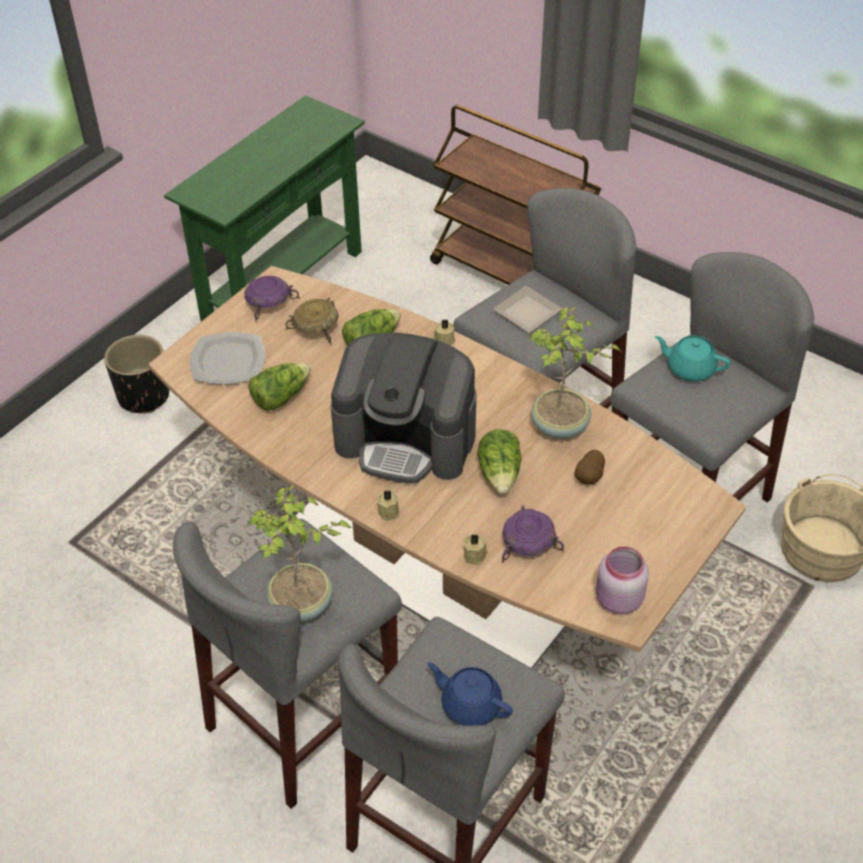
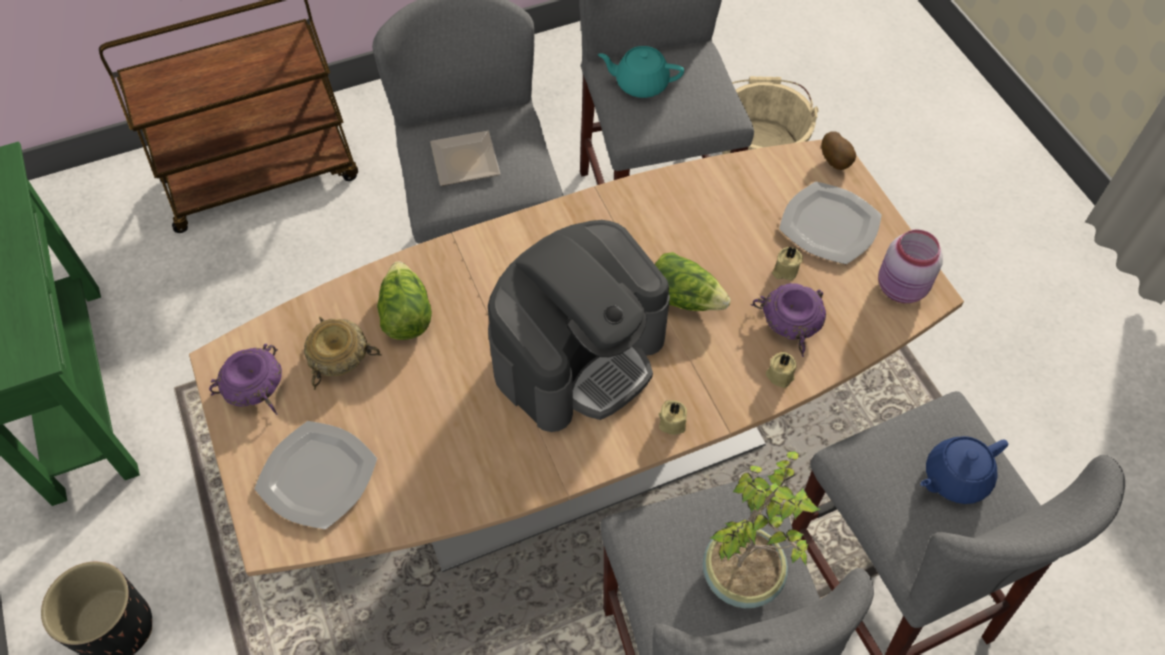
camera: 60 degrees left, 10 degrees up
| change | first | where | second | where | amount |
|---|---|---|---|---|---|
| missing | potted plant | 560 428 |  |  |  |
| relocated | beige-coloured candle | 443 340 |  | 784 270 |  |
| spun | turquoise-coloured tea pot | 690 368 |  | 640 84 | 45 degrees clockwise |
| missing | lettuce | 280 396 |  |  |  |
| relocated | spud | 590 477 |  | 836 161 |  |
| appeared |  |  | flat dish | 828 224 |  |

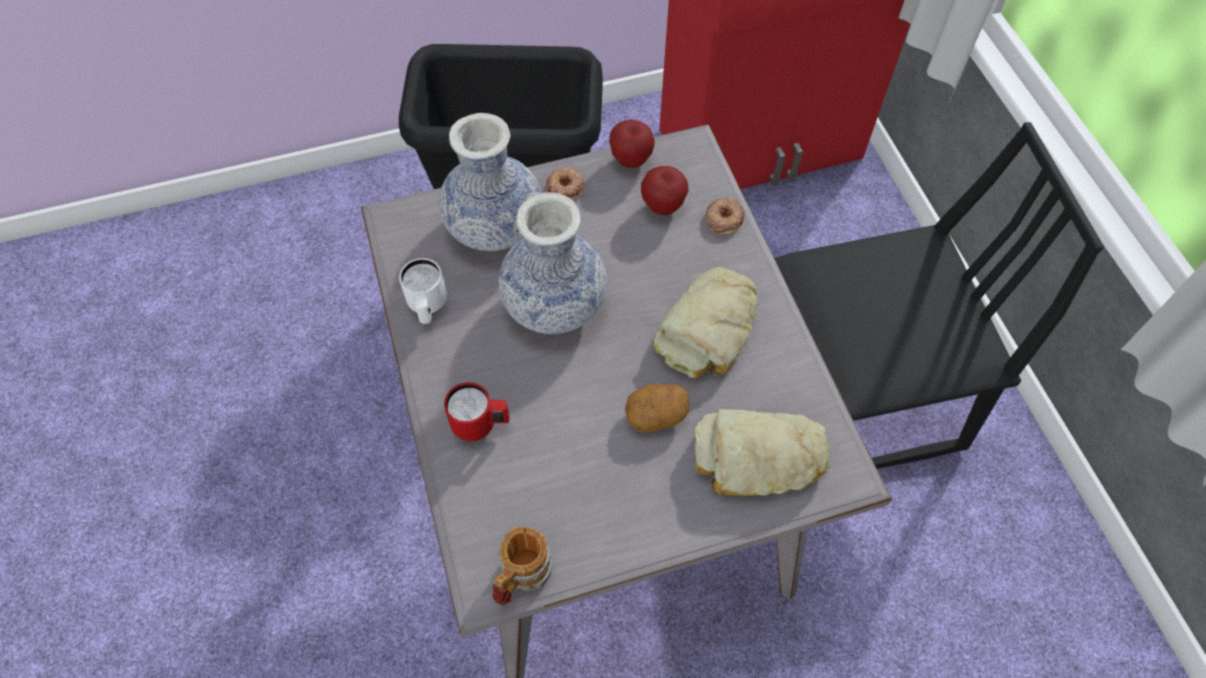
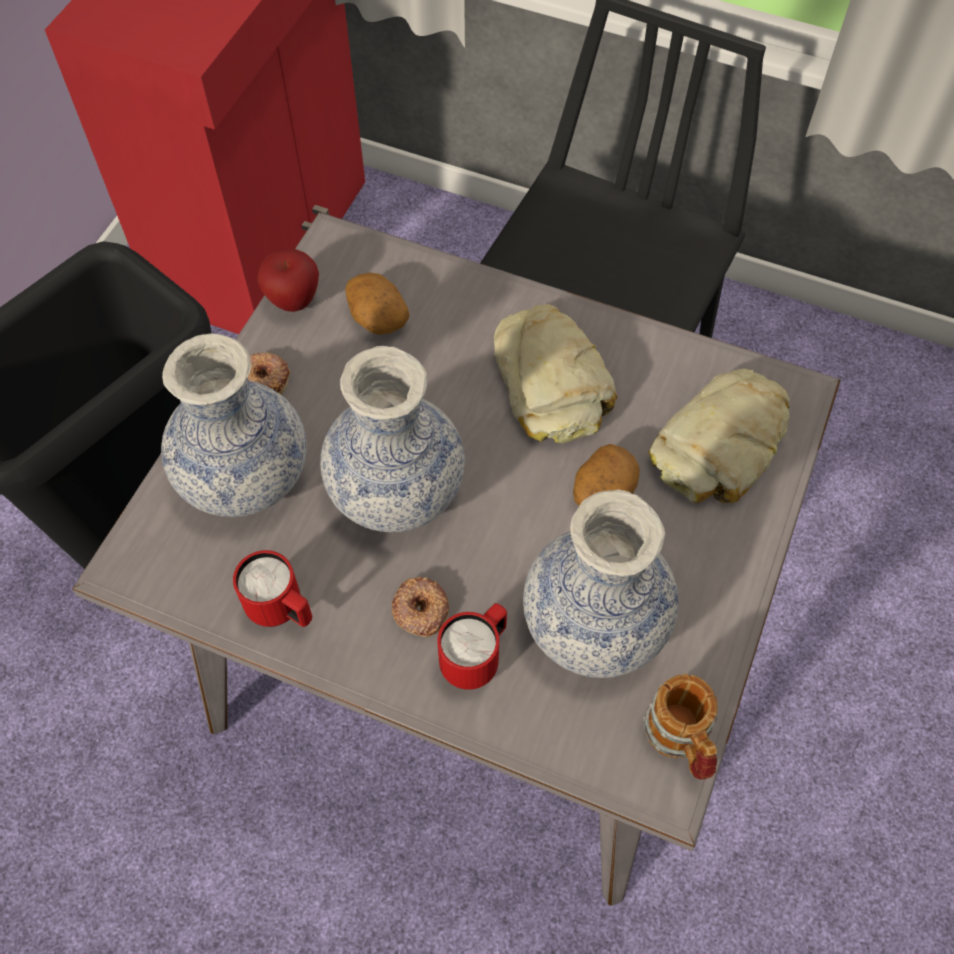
camera: 50 degrees left, 0 degrees up
| change | first | where | second | where | amount |
|---|---|---|---|---|---|
| exchanged | apple | 663 206 | spud | 377 316 |  |
| relocated | ring doughnut | 723 218 |  | 420 610 |  |
| colour | white tea mug | 428 307 | red tea mug | 281 610 |  |
| appeared |  |  | vase | 594 623 |  |

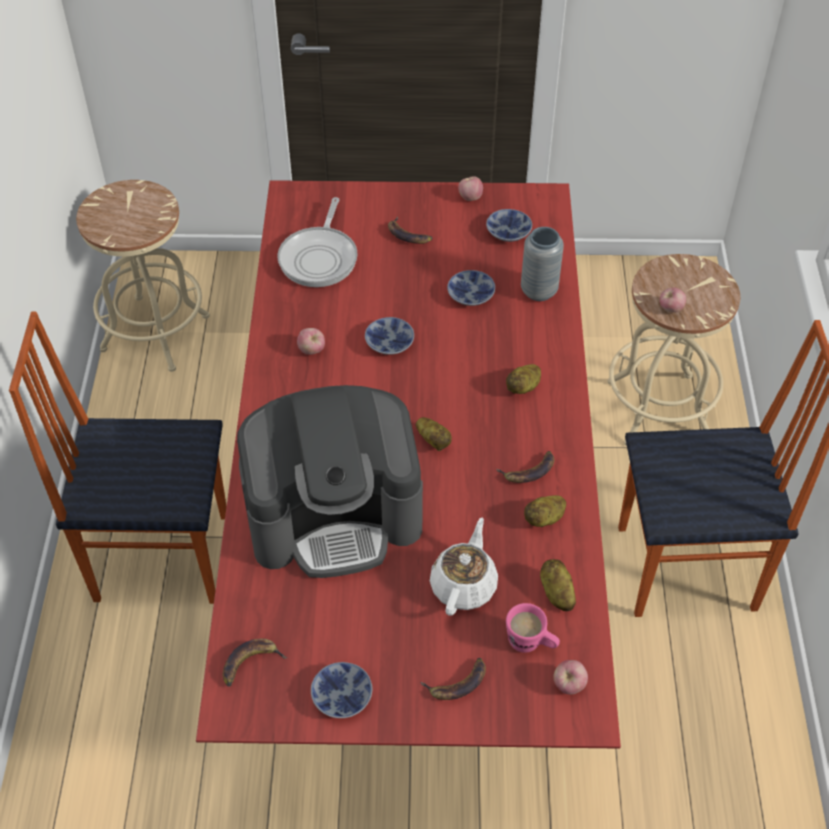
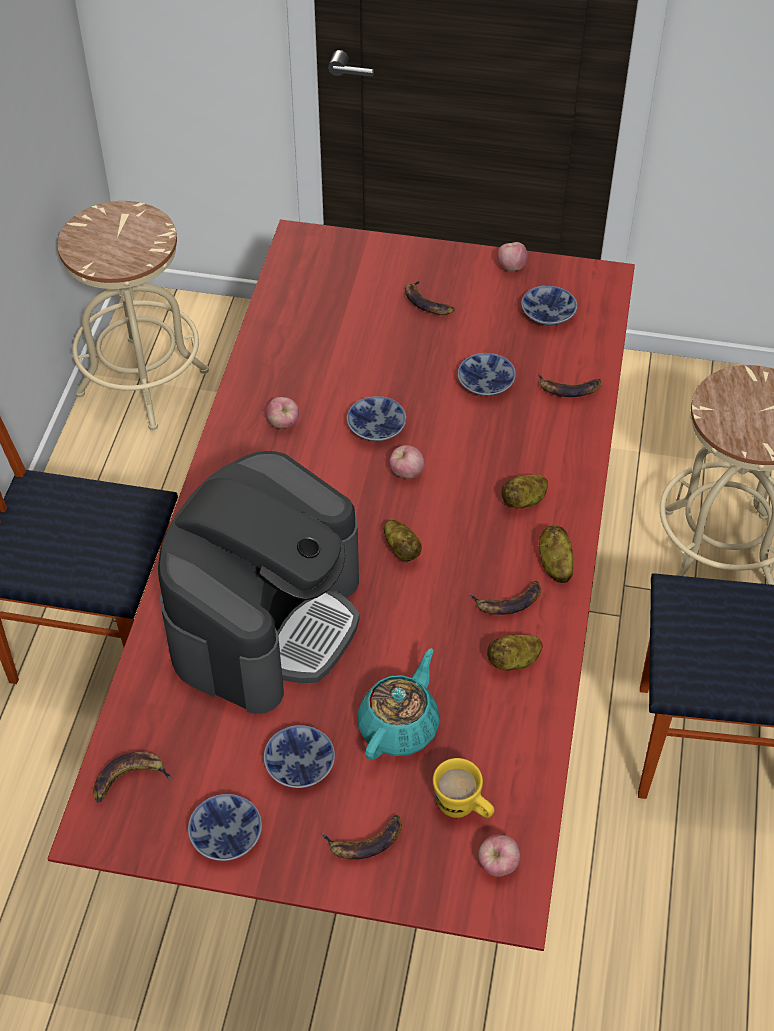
camera: 10 degrees right, 0 degrees up
| change | first | where | second | where | amount |
|---|---|---|---|---|---|
| missing | frying pan | 320 258 |  |  |  |
| exchanged | greyish vase | 539 291 | whole banana | 568 388 |  |
| relocated | apple | 670 309 |  | 406 473 |  |
| spun | coffee machine | 334 514 |  | 266 619 | 60 degrees counterclockwise |
| colour | white tea pot | 464 585 | turquoise-coloured tea pot | 399 726 |  |
| relocated | spud | 556 593 |  | 554 564 |  |
| colour | pink-coloured tea mug | 531 643 | yellow-coloured tea mug | 463 808 |  |
| appeared |  |  | serving bowl | 297 765 |  |

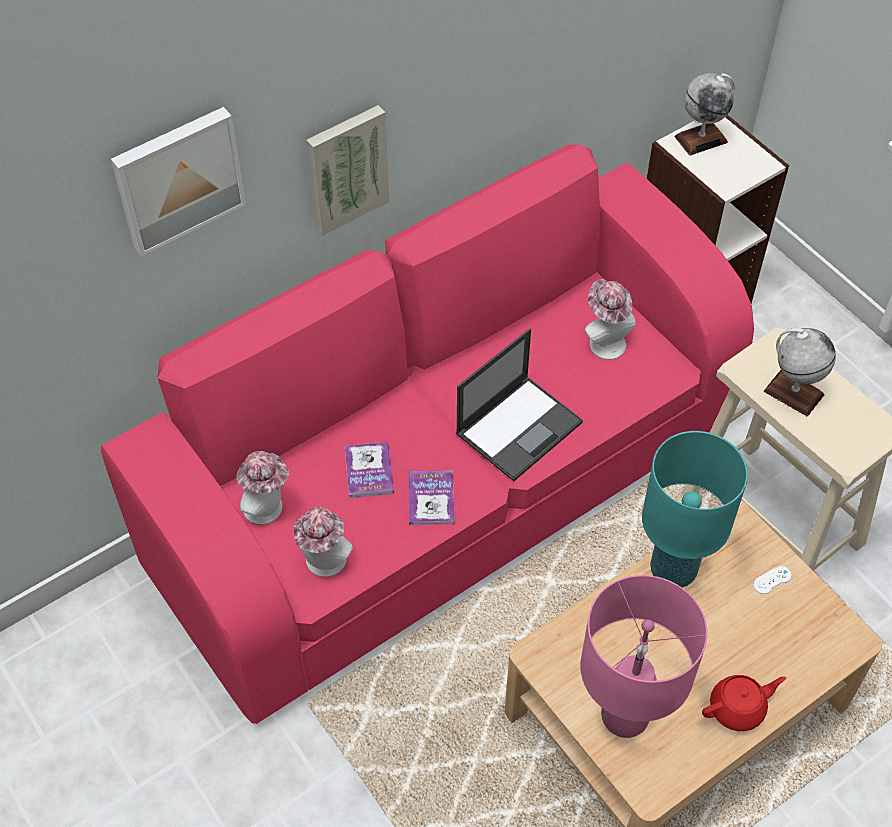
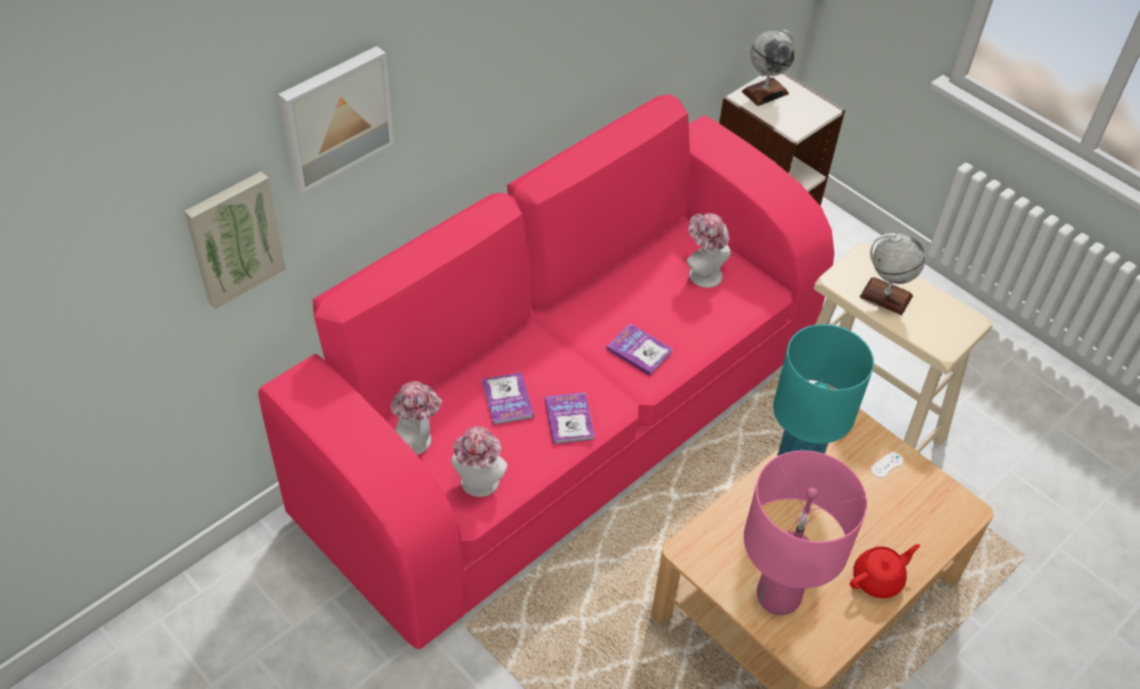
camera: 10 degrees left, 5 degrees down
| change | first | where | second | where | amount |
|---|---|---|---|---|---|
| relocated | wall art | 346 168 |  | 234 238 |  |
| exchanged | notebook computer | 519 427 | book | 639 351 |  |

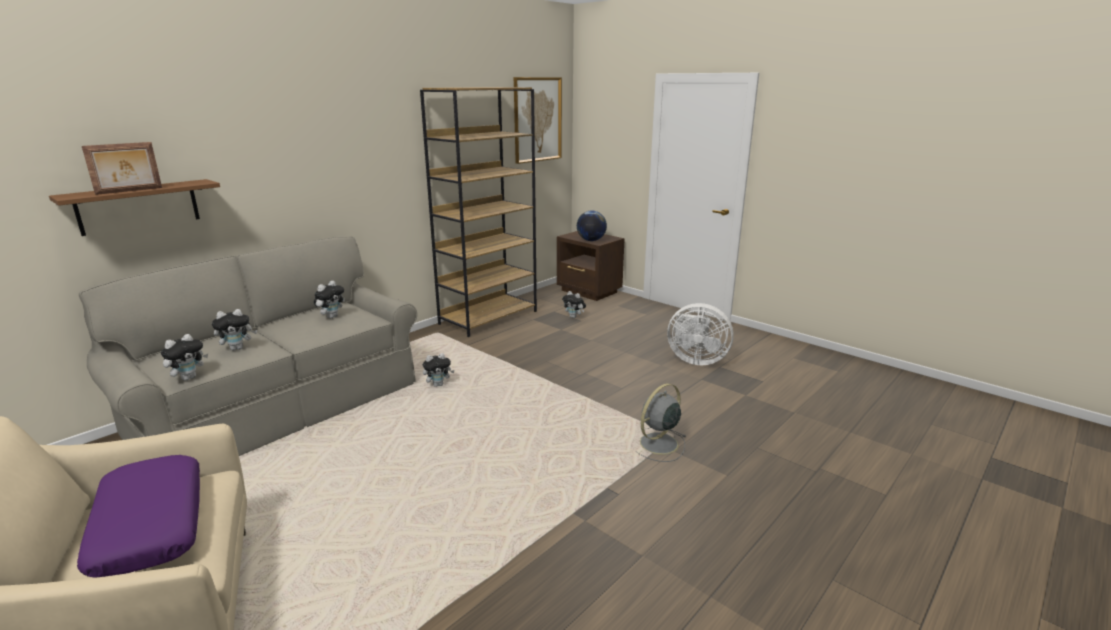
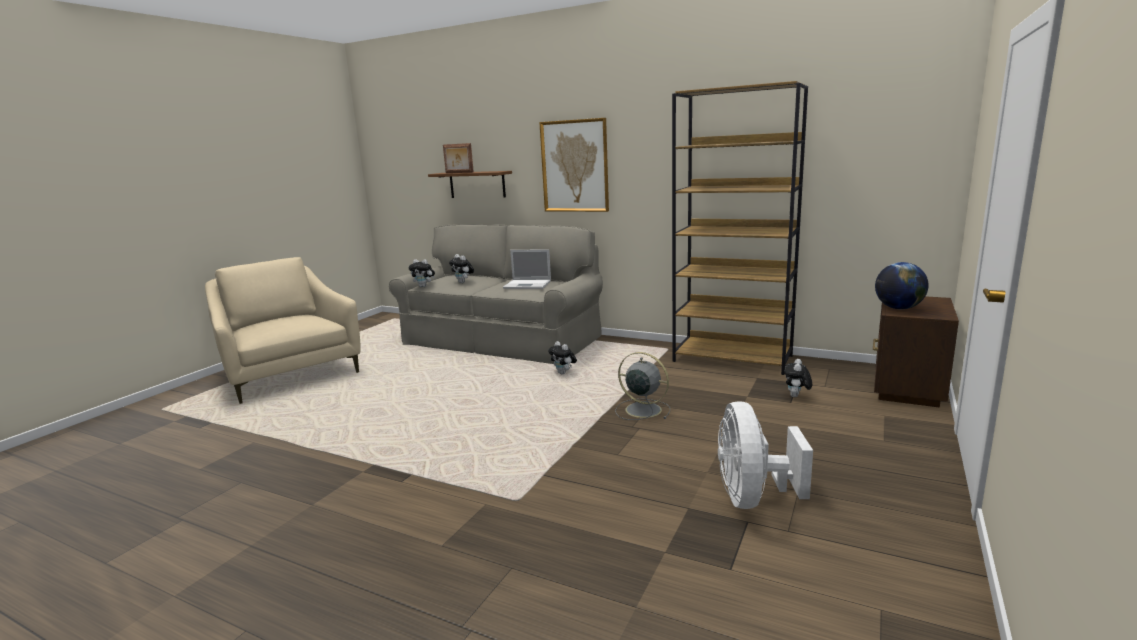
camera: 75 degrees right, 5 degrees down
| change | first | where | second | where | amount |
|---|---|---|---|---|---|
| relocated | wall art | 537 119 |  | 575 166 |  |
| exchanged | cuddly toy | 331 316 | notebook computer | 528 284 |  |
| relocated | greyish fan | 657 444 |  | 641 409 |  |
| missing | purple throw pillow | 149 525 |  |  |  |

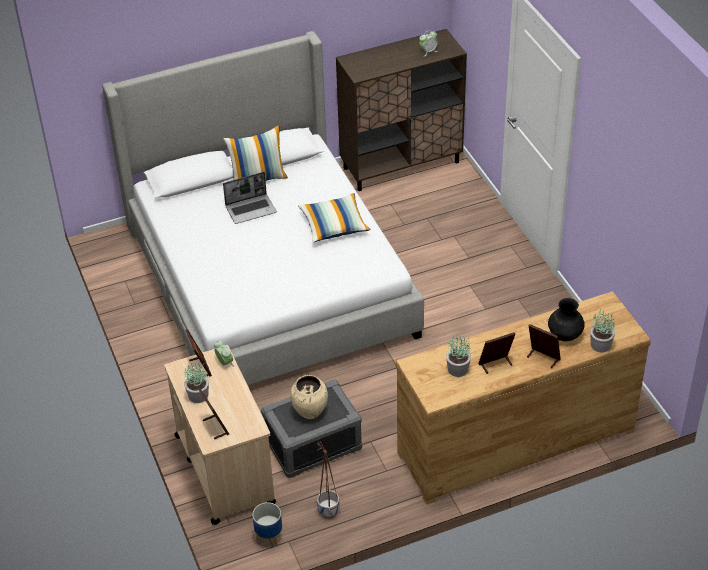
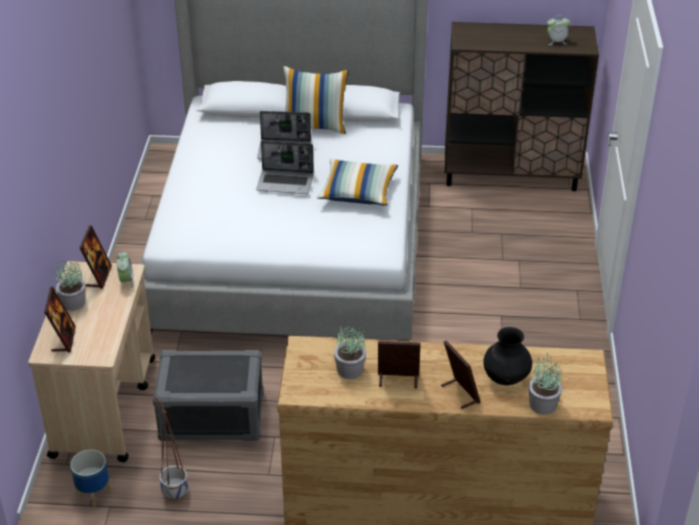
camera: 25 degrees right, 5 degrees down
| change | first | where | second | where | amount |
|---|---|---|---|---|---|
| missing | beige-coloured vase | 310 412 |  |  |  |
| appeared |  |  | notebook computer | 286 183 |  |

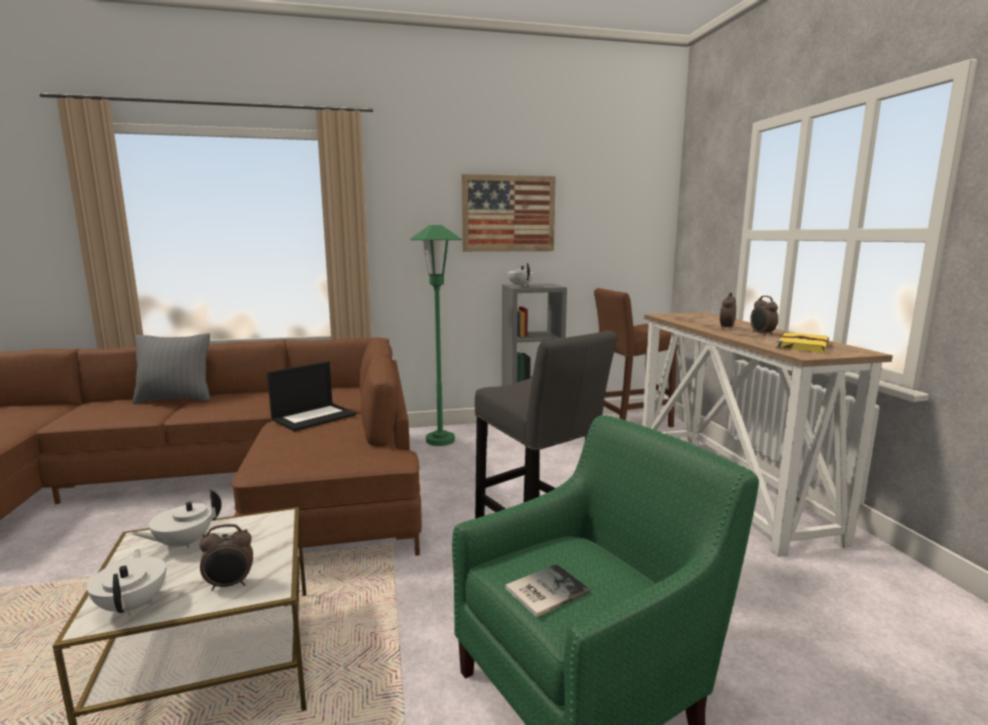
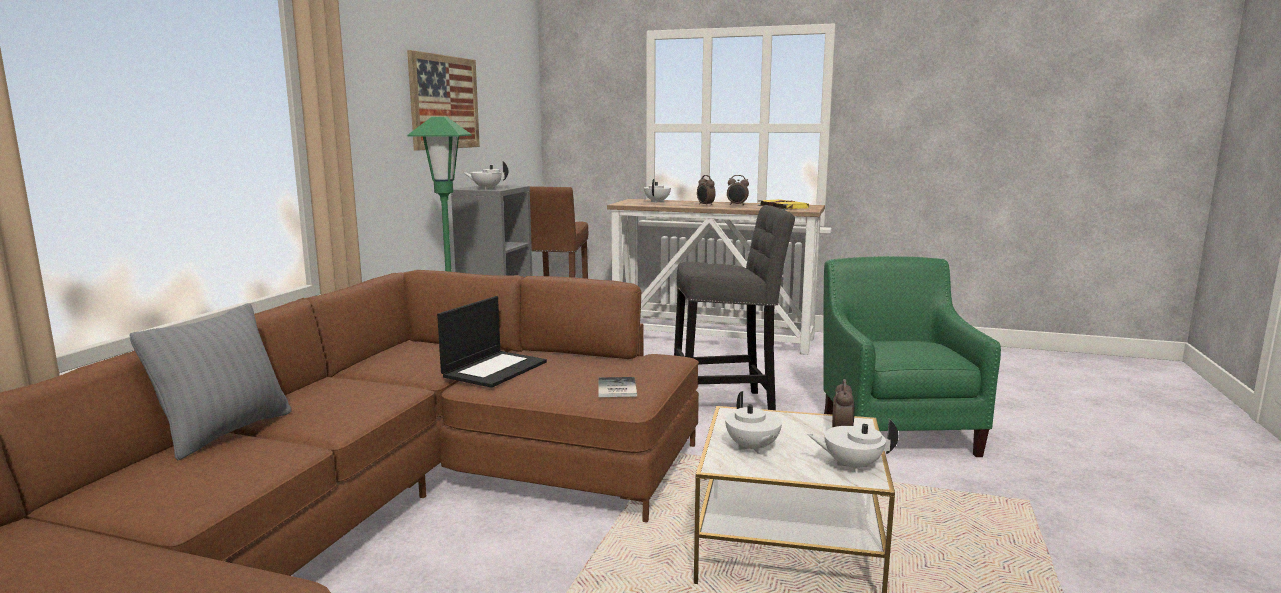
camera: 60 degrees left, 0 degrees up
| change | first | where | second | where | amount |
|---|---|---|---|---|---|
| spun | notebook computer | 314 417 |  | 495 369 | 45 degrees clockwise |
| relocated | book | 544 590 |  | 615 389 |  |
| appeared |  |  | white tea pot | 657 202 |  |

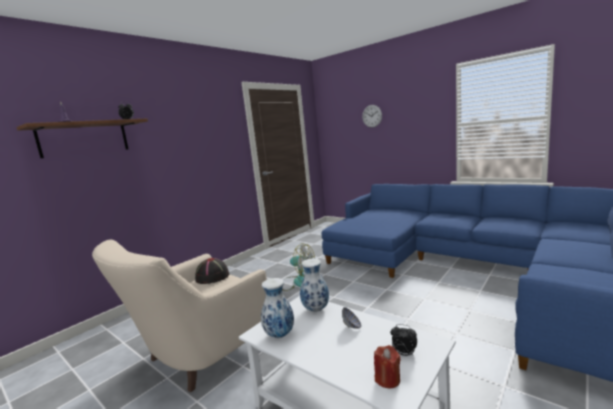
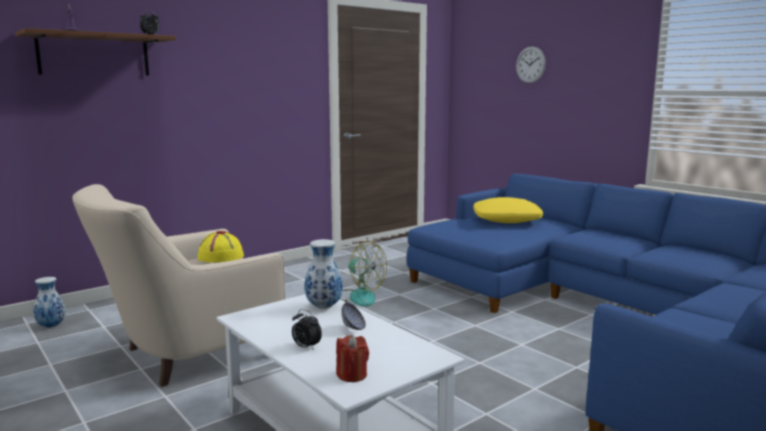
camera: 10 degrees right, 0 degrees up
| change | first | where | second | where | amount |
|---|---|---|---|---|---|
| colour | black-coloured clothing hat | 212 277 | yellow-coloured clothing hat | 220 257 |  |
| relocated | vase | 279 335 |  | 51 326 |  |
| relocated | alarm clock | 404 354 |  | 306 347 |  |
| appeared |  |  | yellow-coloured throw pillow | 506 219 |  |

